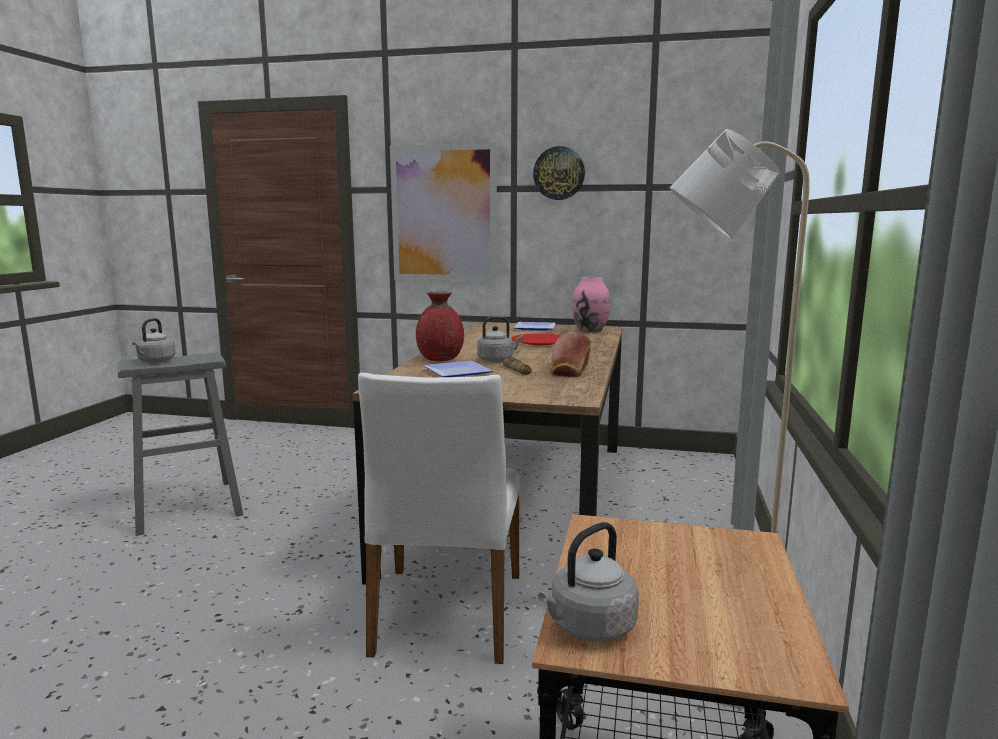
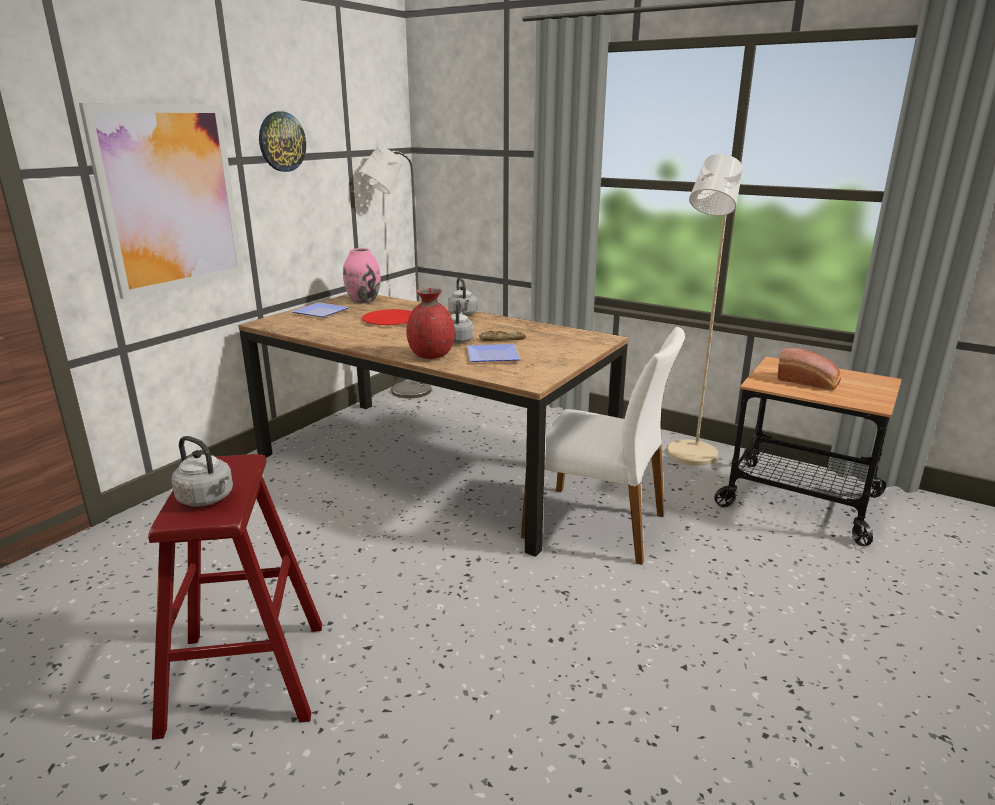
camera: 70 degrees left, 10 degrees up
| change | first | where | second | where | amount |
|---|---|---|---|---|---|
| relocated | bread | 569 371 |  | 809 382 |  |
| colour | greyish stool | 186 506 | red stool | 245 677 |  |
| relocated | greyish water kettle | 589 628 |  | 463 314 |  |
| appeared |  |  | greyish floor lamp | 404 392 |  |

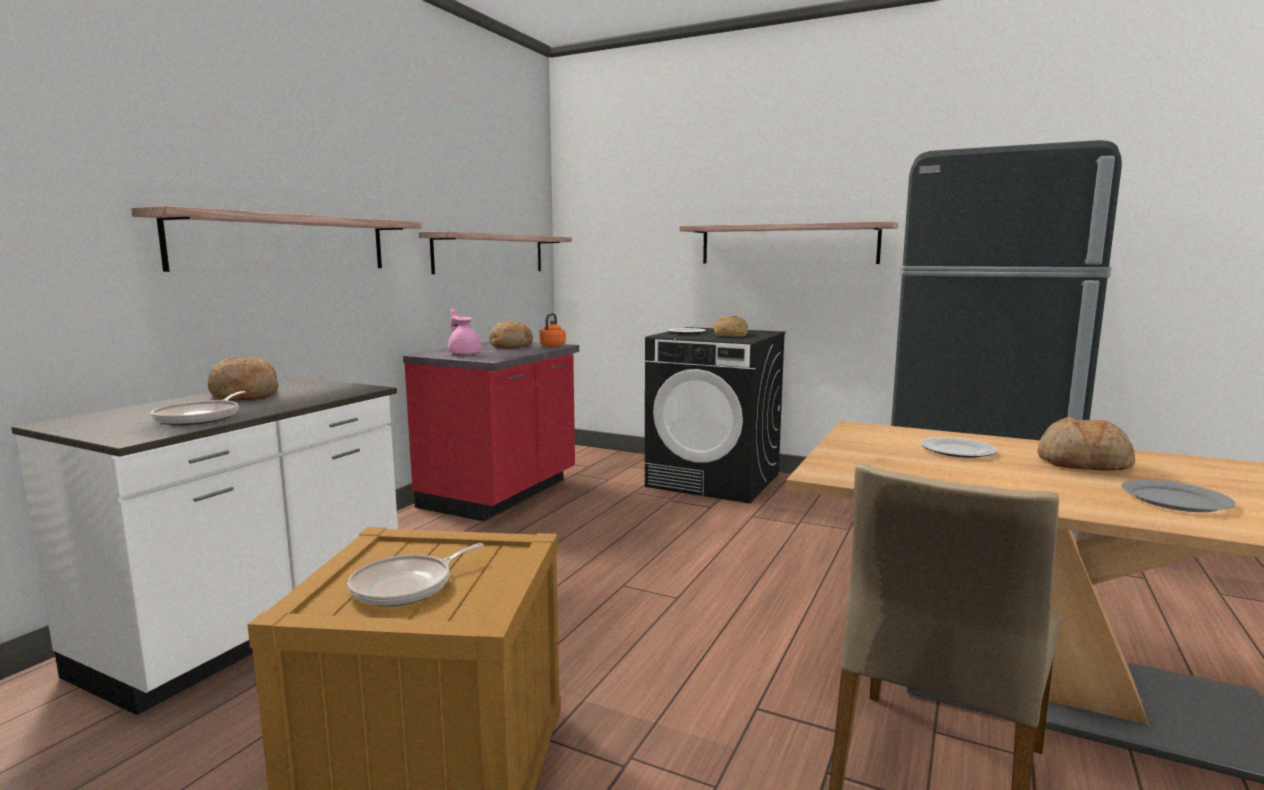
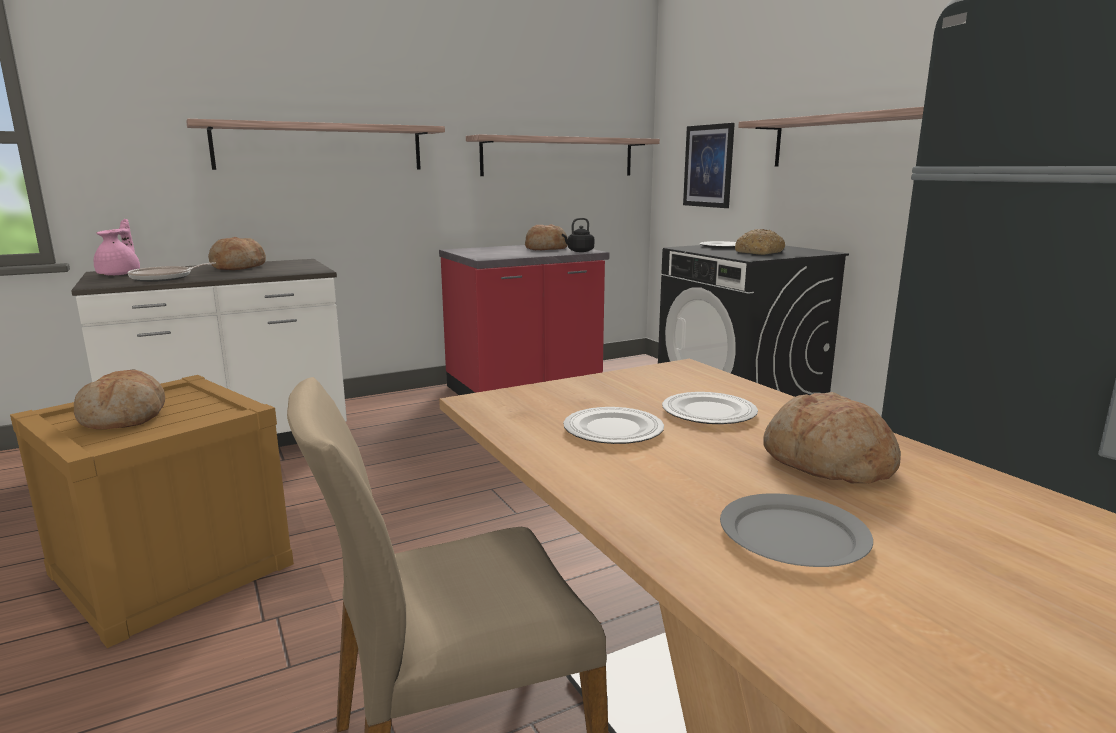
camera: 35 degrees right, 5 degrees up
| change | first | where | second | where | amount |
|---|---|---|---|---|---|
| relocated | pink-coloured tea pot | 464 354 |  | 120 274 |  |
| colour | orange water kettle | 551 346 | black-coloured water kettle | 579 251 |  |
| exchanged | frying pan | 407 586 | bread | 125 417 |  |
| appeared |  |  | wall art | 708 166 |  |
| appeared |  |  | flat dish | 611 430 |  |

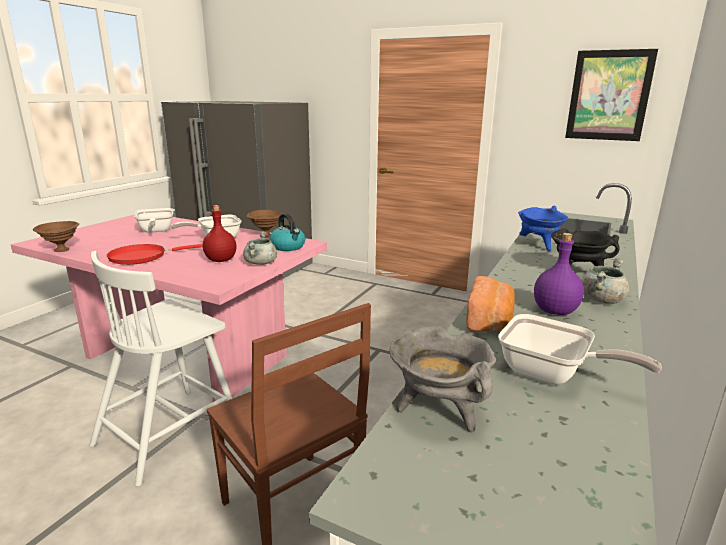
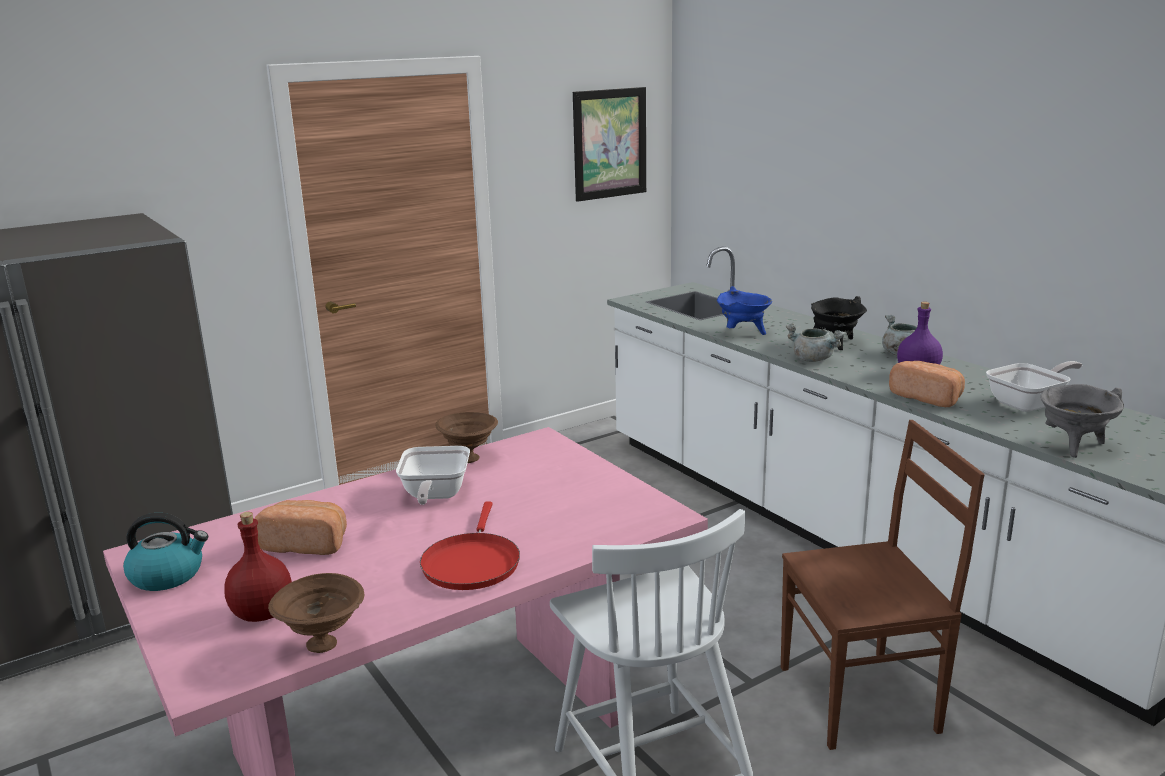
camera: 60 degrees left, 0 degrees up
| change | first | where | second | where | amount |
|---|---|---|---|---|---|
| relocated | red beverage bottle | 221 260 |  | 263 613 |  |
| exchanged | frying pan | 156 231 | bread | 306 544 |  |
| relocated | water kettle | 288 247 |  | 168 575 |  |
| relocated | greyish cooking pot | 260 263 |  | 813 359 |  |

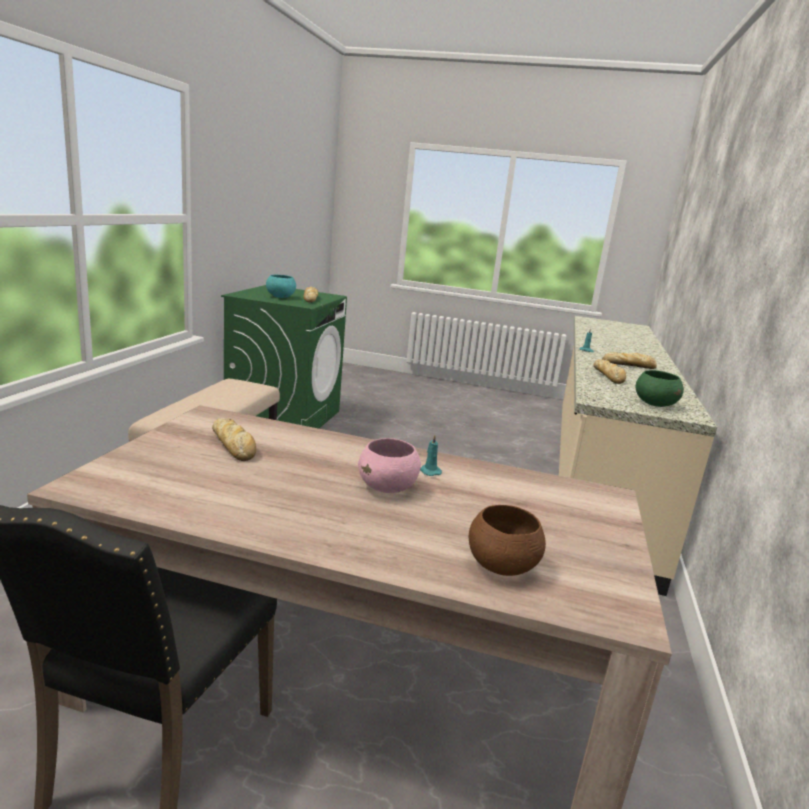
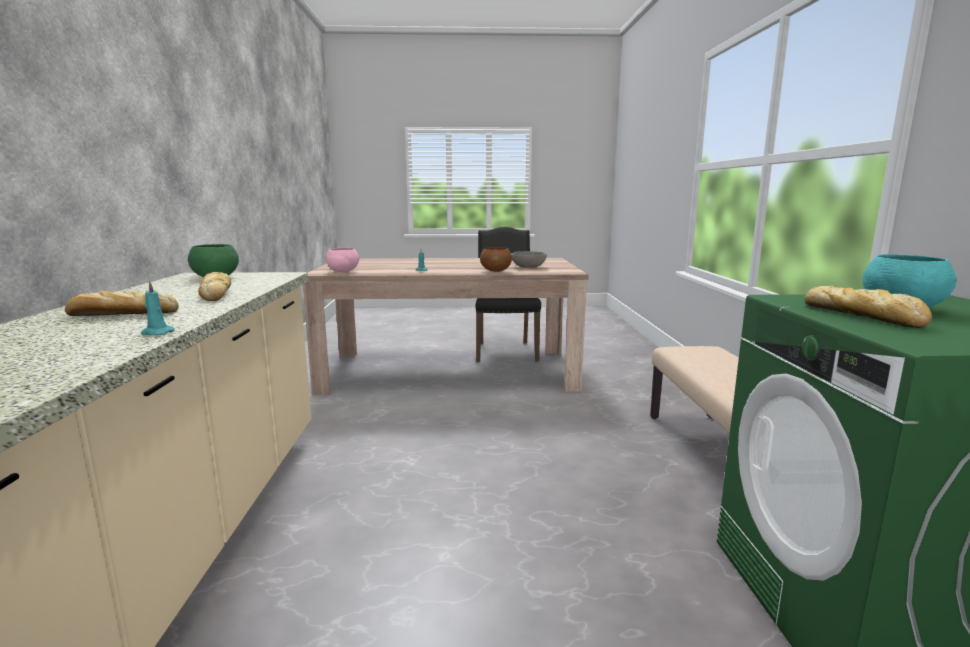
camera: 165 degrees right, 5 degrees down
| change | first | where | second | where | amount |
|---|---|---|---|---|---|
| exchanged | bread | 234 446 | greyish serving bowl | 528 267 |  |
| relocated | pink-coloured serving bowl | 388 488 |  | 343 271 |  |
| relocated | brownish serving bowl | 500 566 |  | 496 271 |  |

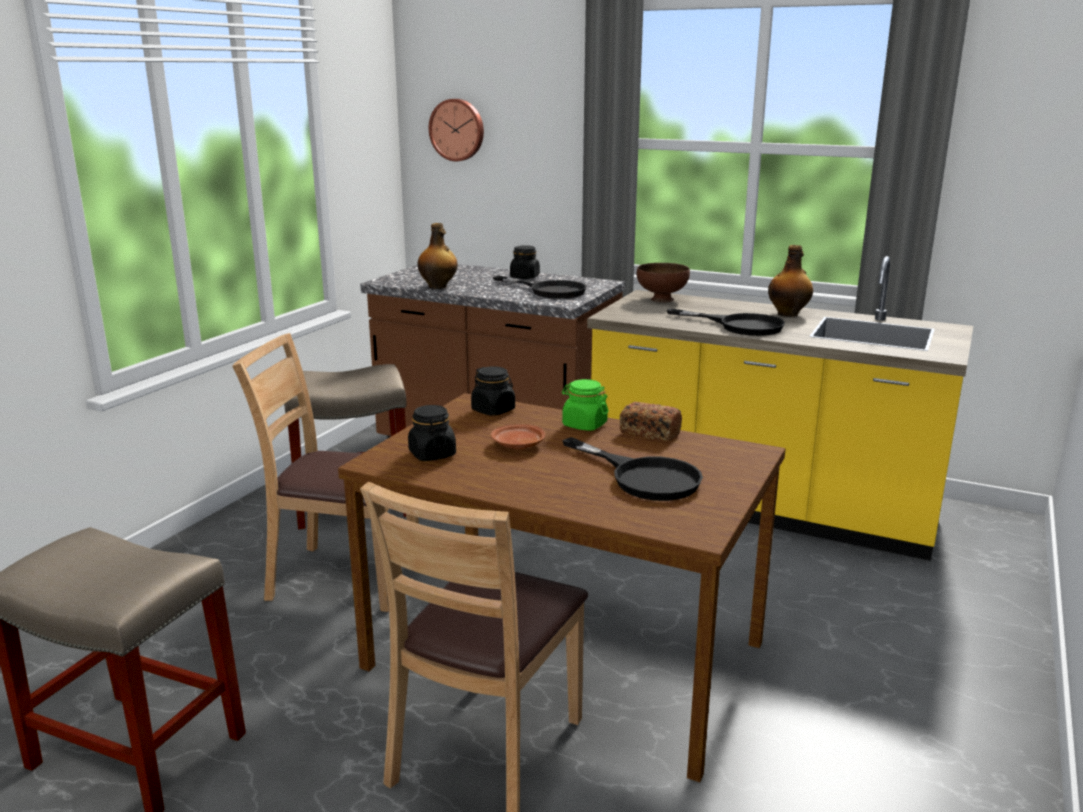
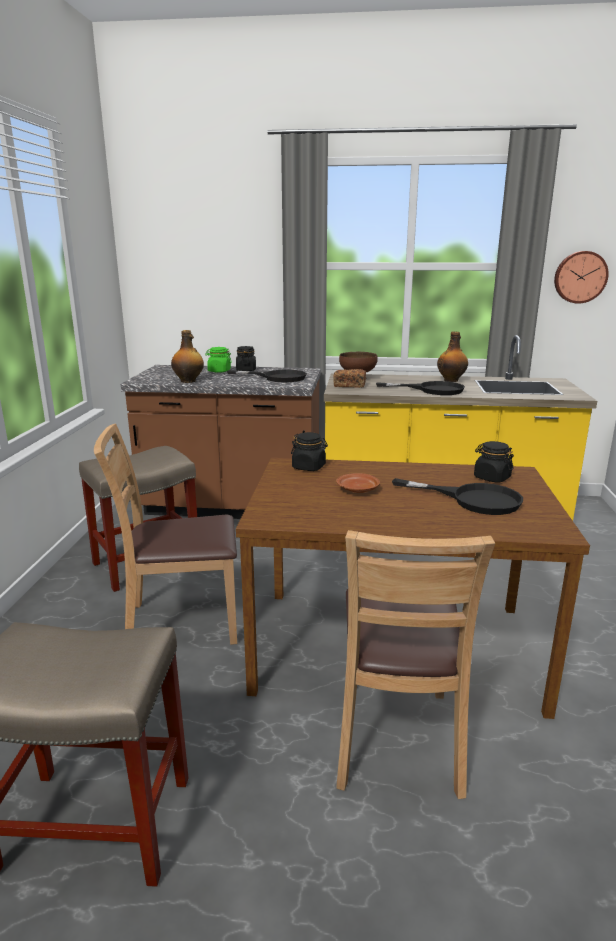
camera: 20 degrees left, 0 degrees up
| change | first | where | second | where | amount |
|---|---|---|---|---|---|
| relocated | hanging clock | 457 130 |  | 580 277 |  |
| relocated | green-coloured jar | 584 425 |  | 219 371 |  |
| relocated | bread | 649 433 |  | 349 385 |  |
| relocated | black-coloured jar | 432 454 |  | 491 478 |  |

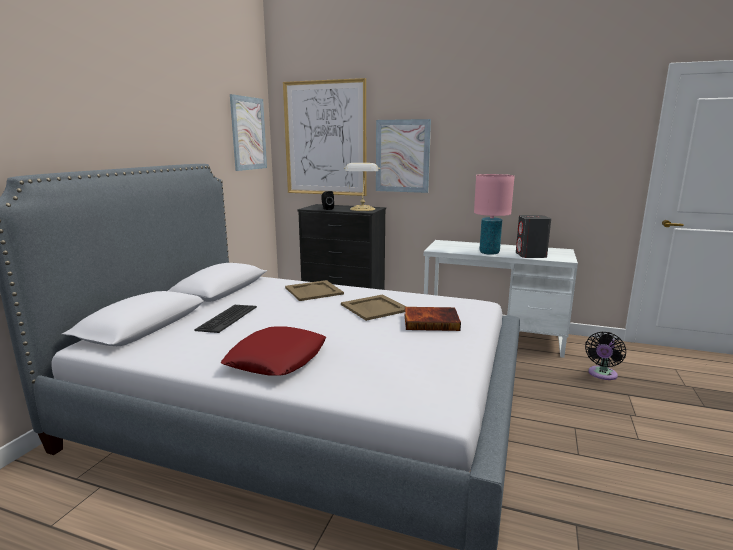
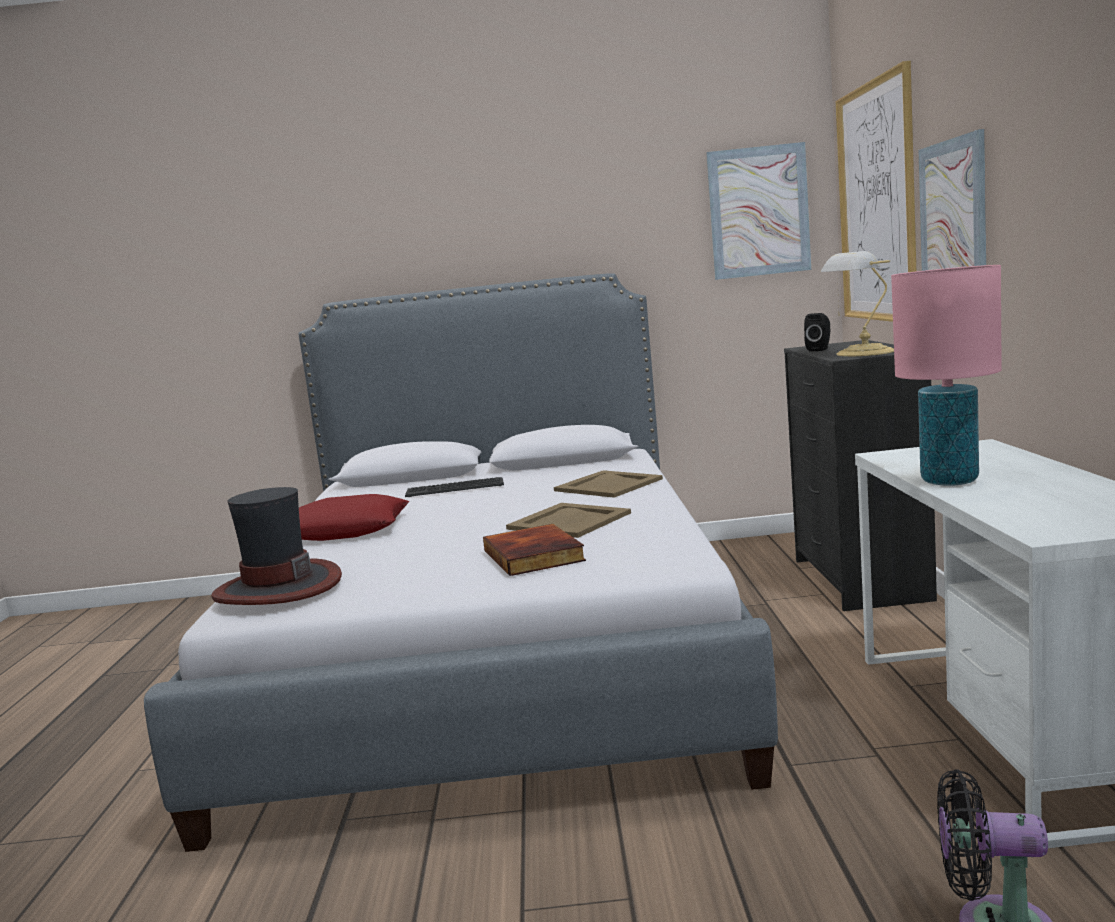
camera: 70 degrees right, 5 degrees down
| change | first | where | second | where | amount |
|---|---|---|---|---|---|
| missing | greyish loudspeaker | 531 255 |  |  |  |
| appeared |  |  | clothing hat | 277 587 |  |

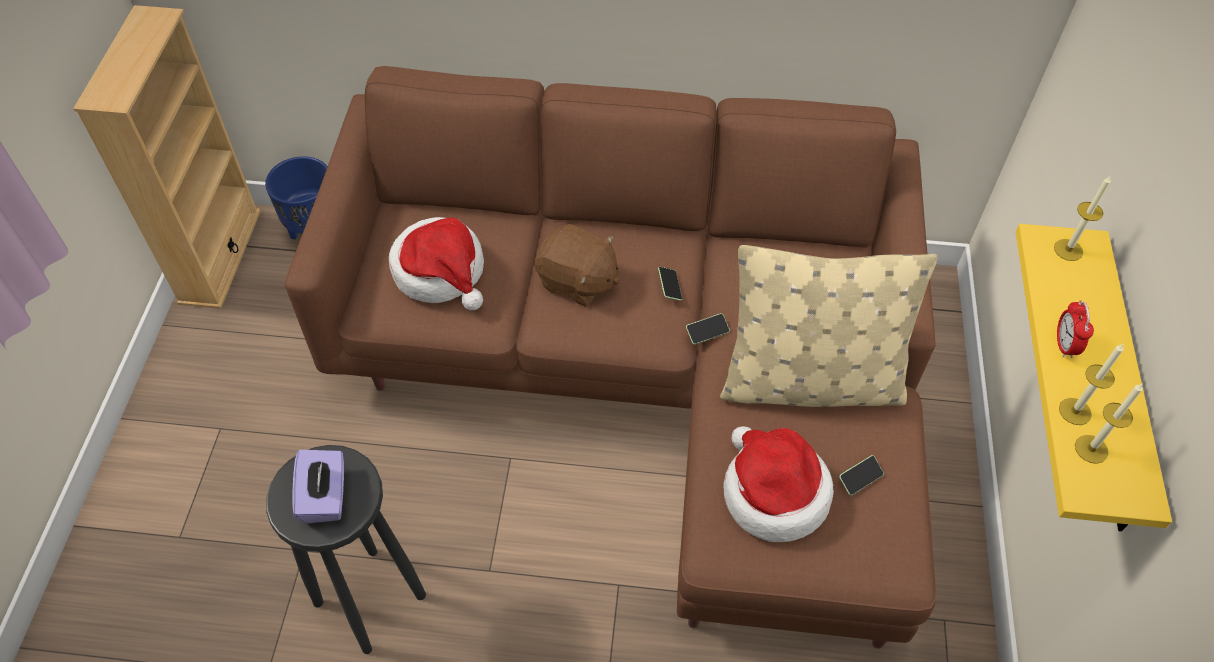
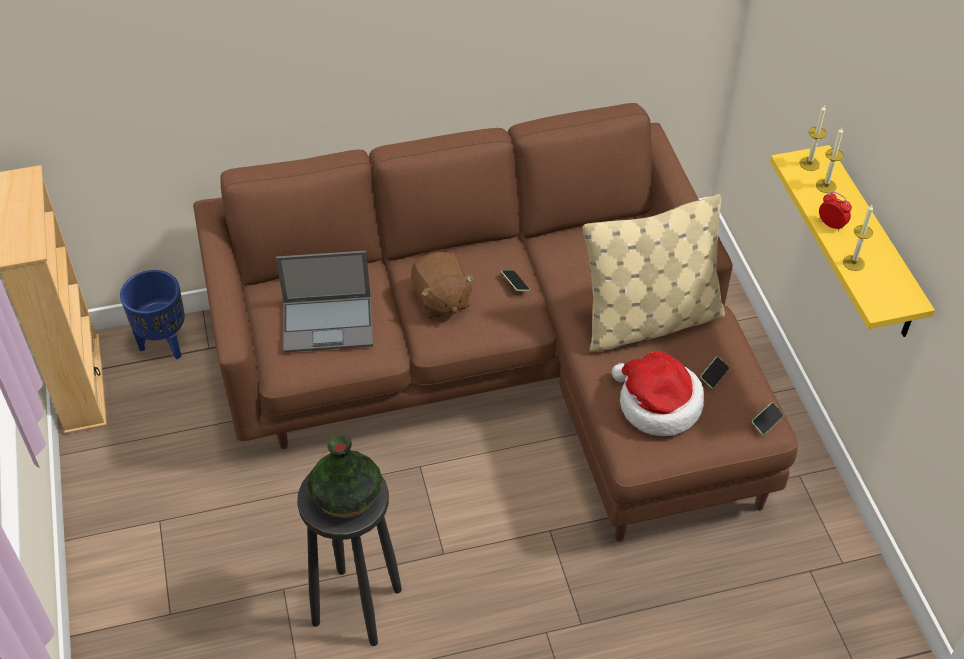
camera: 20 degrees left, 5 degrees down
| change | first | where | second | where | amount |
|---|---|---|---|---|---|
| exchanged | clothing hat | 441 272 | notebook computer | 329 323 |  |
| spun | brownish cuddly toy | 577 281 |  | 441 300 | 60 degrees clockwise |
| spun | alarm clock | 1064 345 |  | 831 225 | 150 degrees clockwise |
| relocated | handset | 707 332 |  | 766 421 |  |
| relocated | candle | 1091 449 |  | 826 186 |  |
| exchanged | purple tissue box | 325 497 | vase | 346 496 |  |

